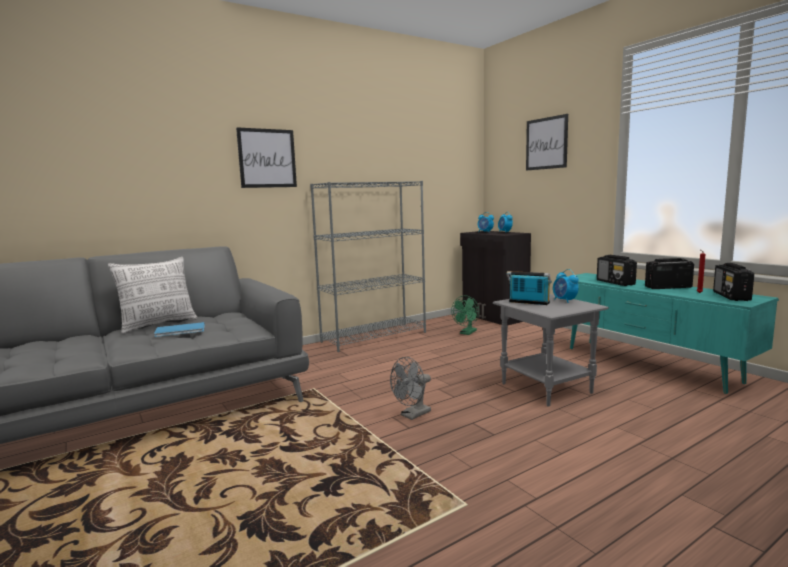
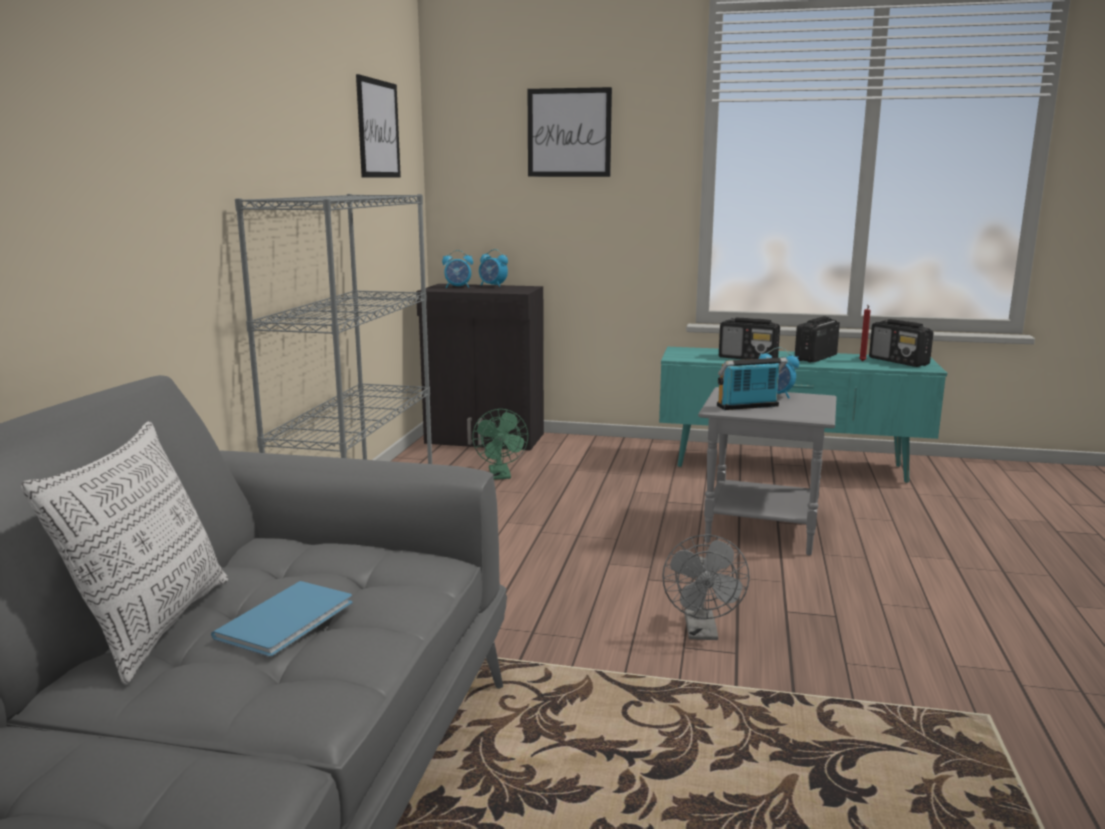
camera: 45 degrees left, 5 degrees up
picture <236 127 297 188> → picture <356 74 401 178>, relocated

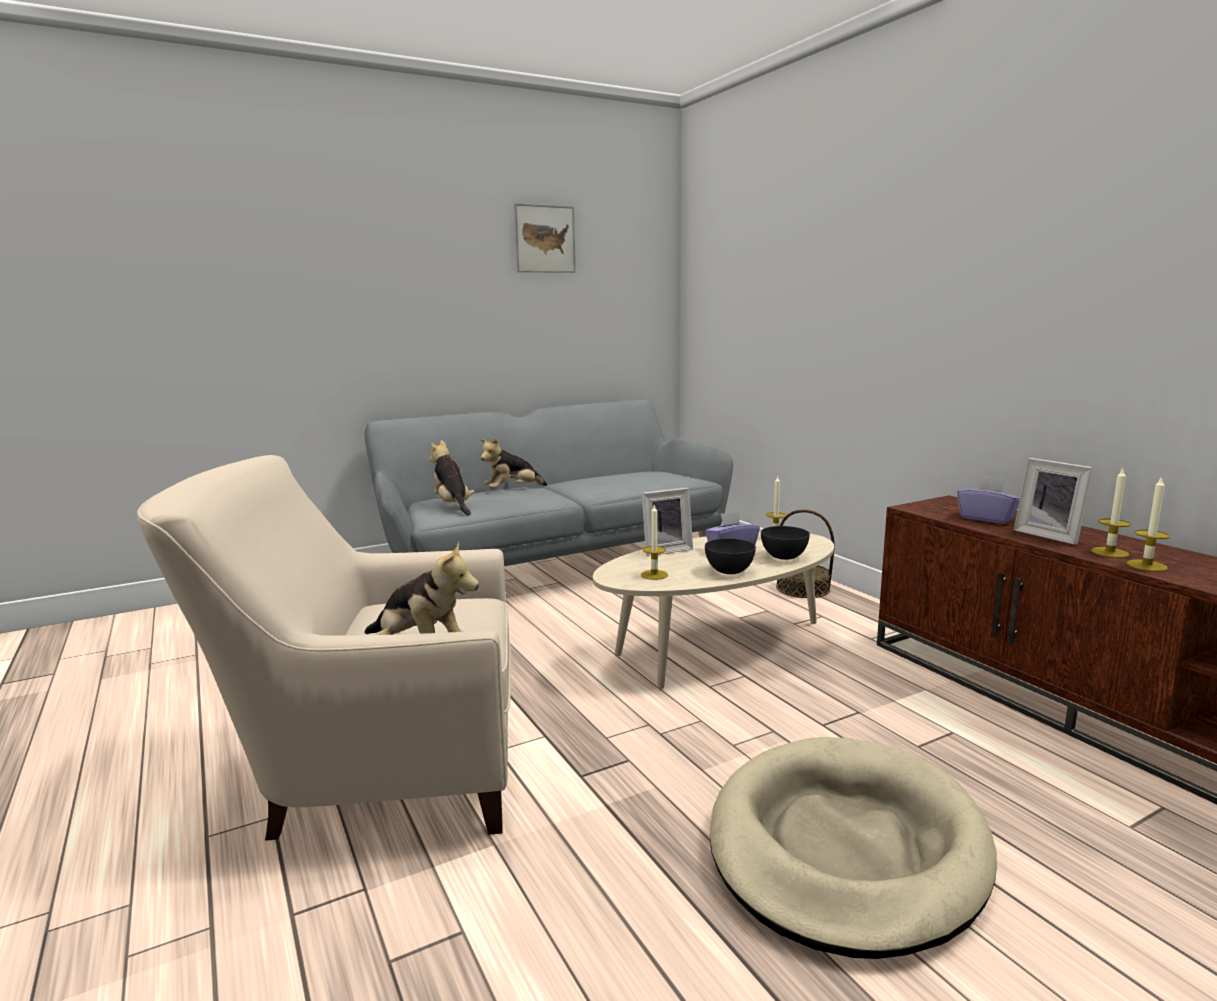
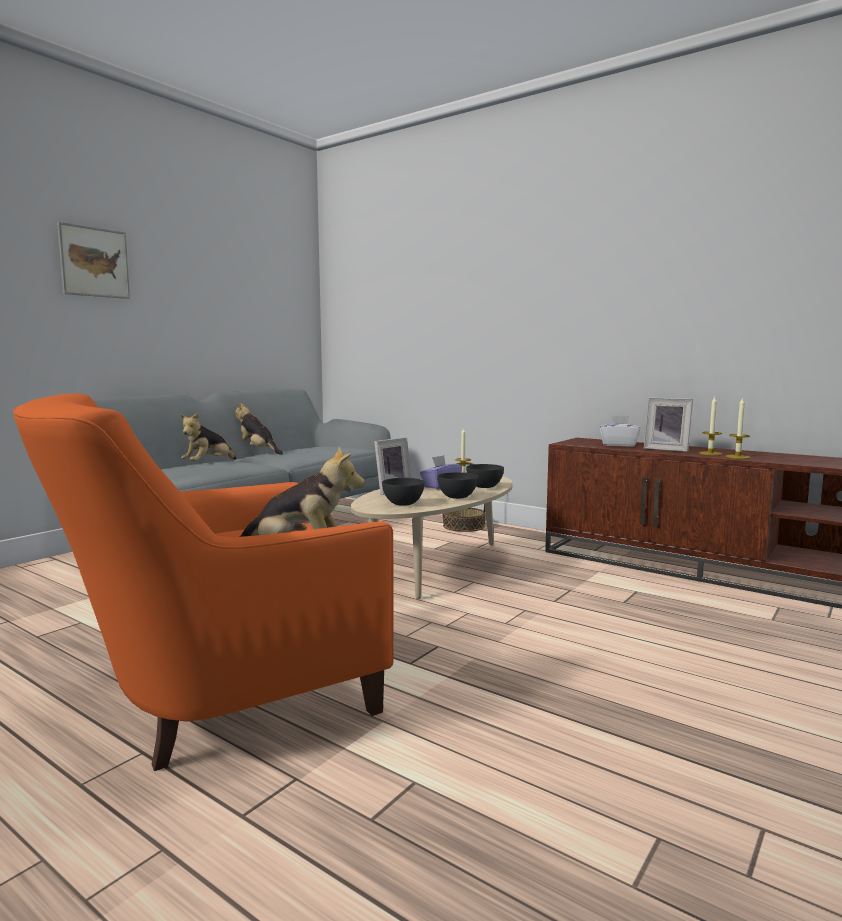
camera: 25 degrees left, 5 degrees down
beige dog bed <710 737 997 959> → -
plush toy <429 440 474 516> → plush toy <235 403 283 455>, relocated
picture <514 203 576 273> → picture <57 222 130 299>, relocated
candle <641 505 668 580> → grey bowl <382 478 425 506>
beige armchair <137 455 511 841> → orange armchair <13 393 394 771>
purple tissue box <957 476 1020 524> → white tissue box <600 416 640 447>

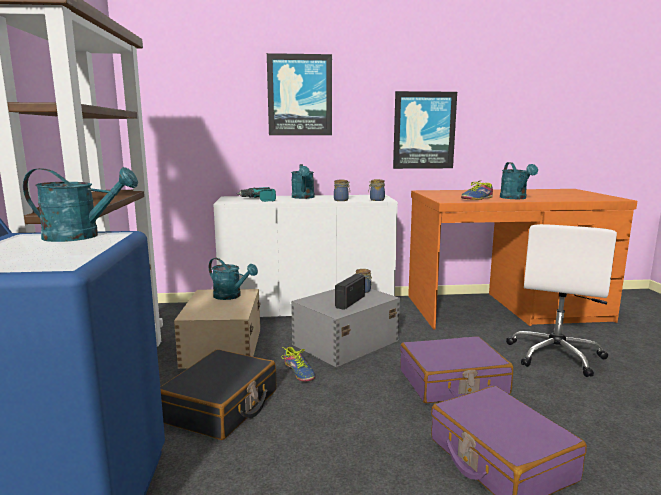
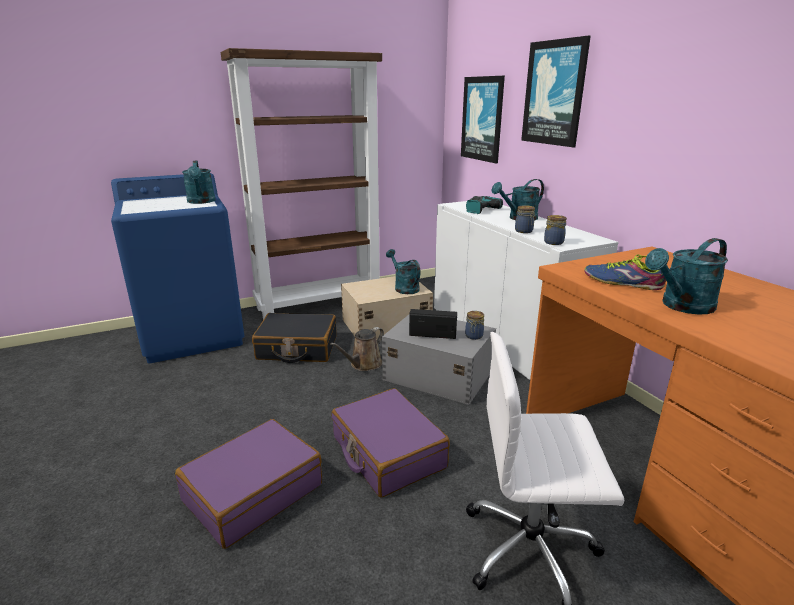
camera: 70 degrees right, 10 degrees up
picture <393 91 457 169> → picture <461 76 505 163>, relocated
shoe <282 347 315 382> → brown watering can <330 327 384 371>
turquoise watering can <209 258 258 300> → turquoise watering can <386 249 421 294>, 135 degrees clockwise

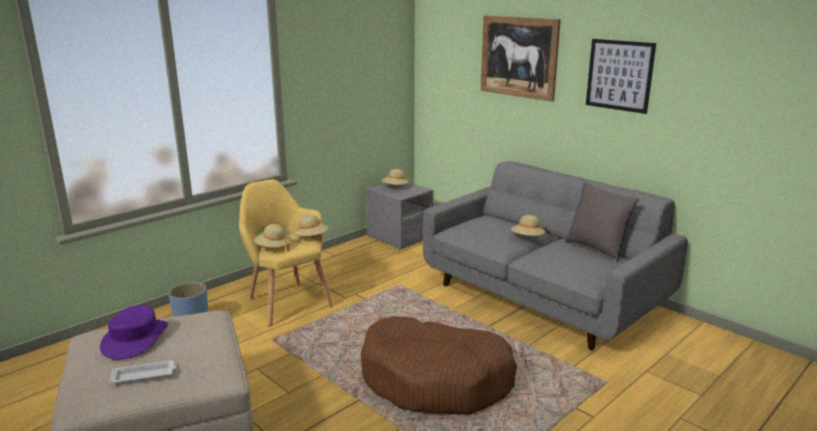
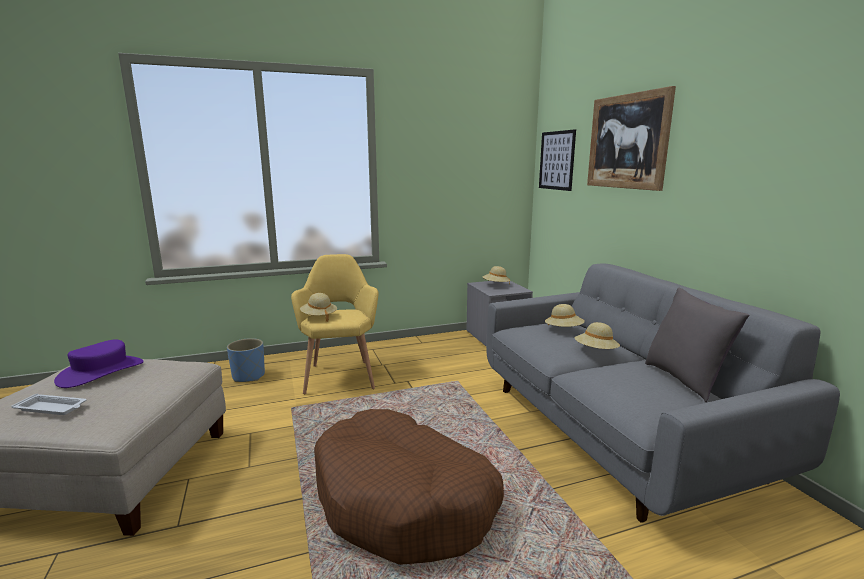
camera: 25 degrees right, 5 degrees down
beige hat <294 214 328 236> → beige hat <545 304 585 327>, relocated
picture <586 39 656 114> → picture <539 129 576 191>, relocated

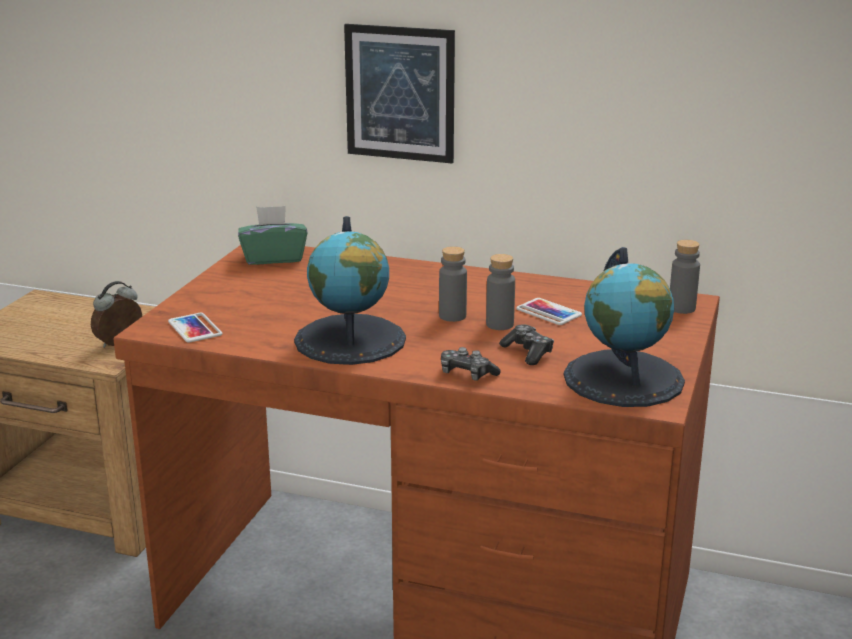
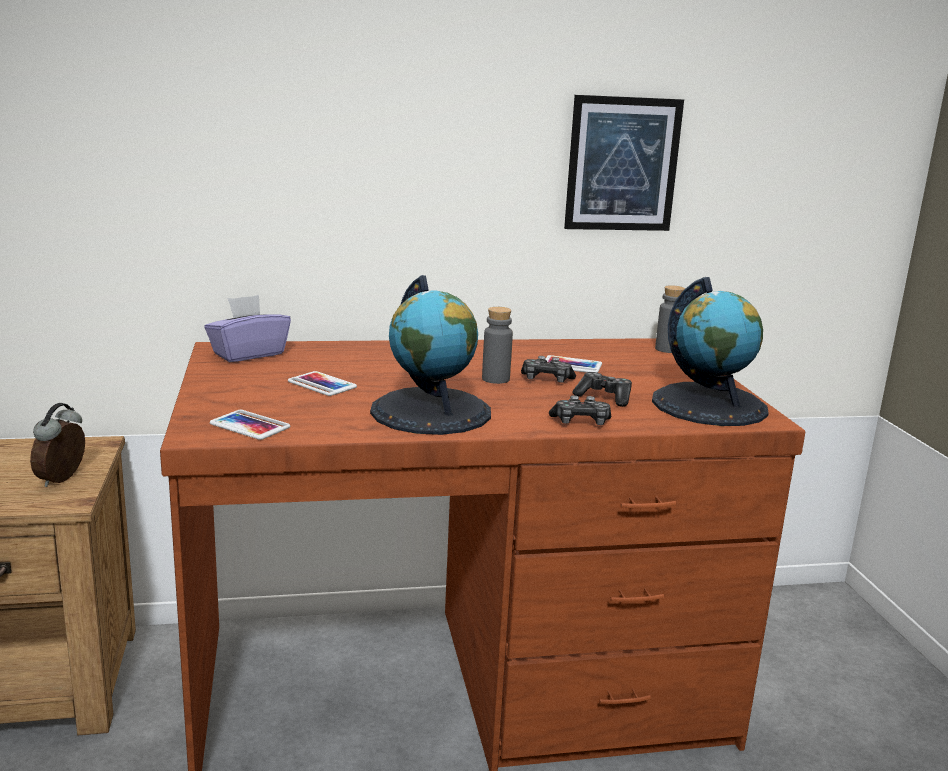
camera: 30 degrees left, 5 degrees down
- → phone <288 371 357 396>
picture <344 24 455 164> → picture <564 95 684 231>, relocated
grey bottle <486 254 515 330> → game controller <521 356 576 383>
green tissue box <238 206 308 265> → purple tissue box <204 295 291 362>

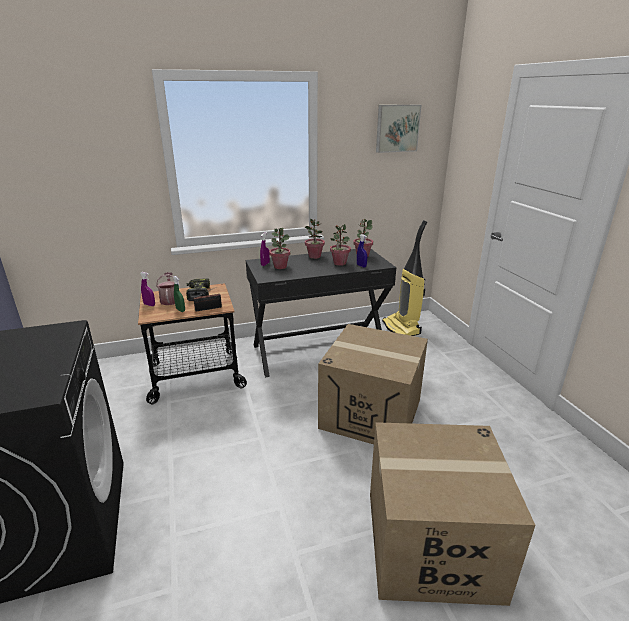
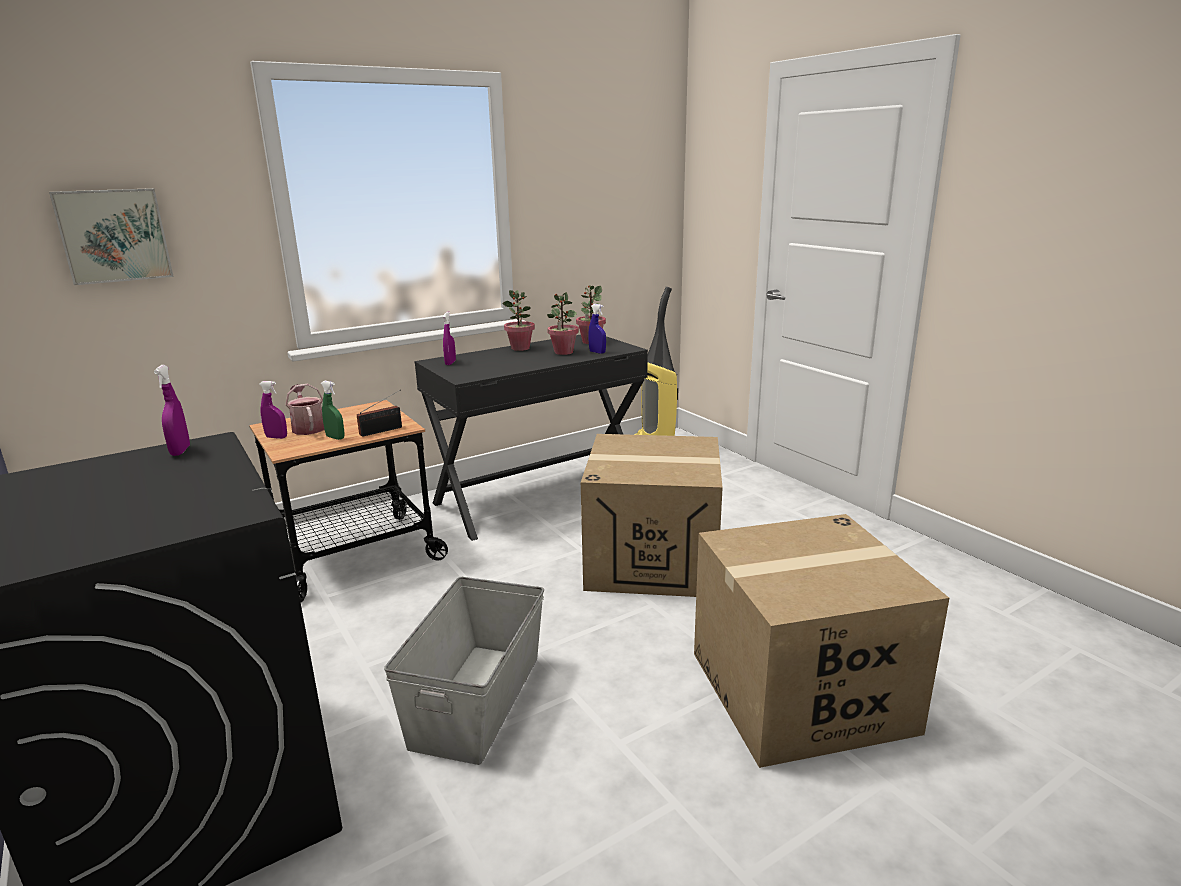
camera: 15 degrees left, 5 degrees down
power drill <186 279 210 301> → -
potted plant <269 228 290 269> → -
- → purple spray bottle <154 365 190 456>
- → grey storage box <384 577 544 765>
picture <376 105 421 153> → picture <49 188 174 285>, relocated

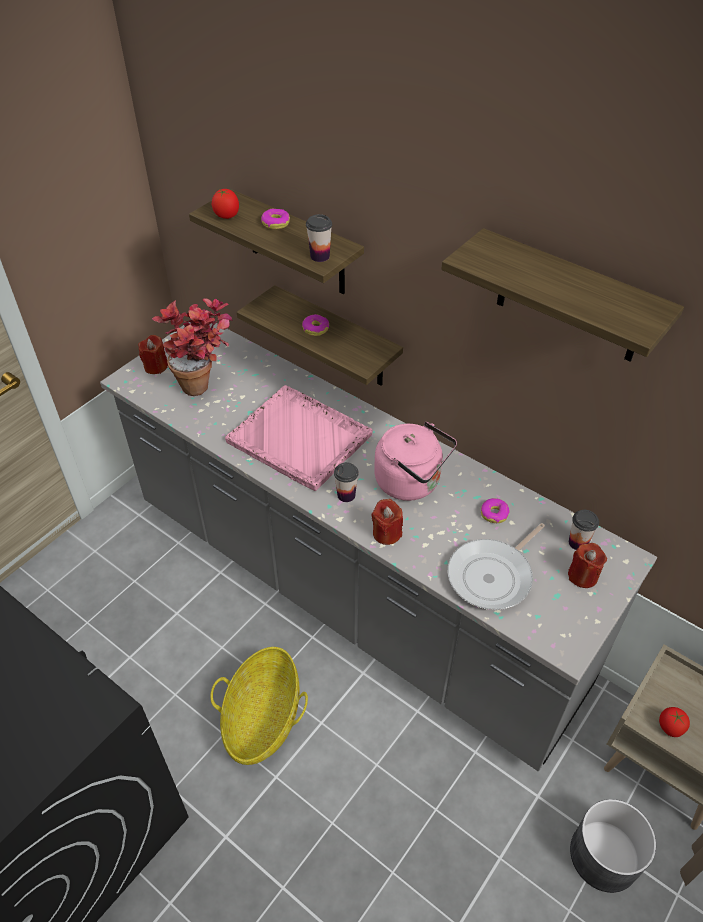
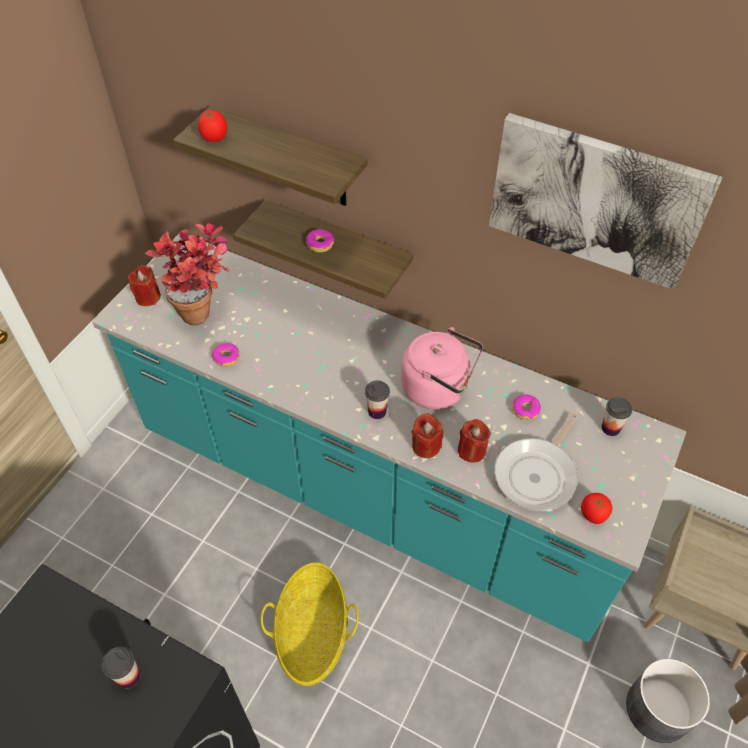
camera: 10 degrees left, 5 degrees up
pink tray <225 385 372 491> → -
donut <261 209 290 230> → donut <212 343 239 367>, relocated
cup <306 214 332 262> → cup <102 646 141 688>, relocated
red candle <568 543 607 588> → red candle <458 419 491 462>, relocated
tomato <659 707 690 737> → tomato <581 493 612 524>, relocated
shelf <441 228 684 362> → picture <489 113 722 290>
grey counter <100 322 657 772> → turquoise counter <92 233 686 642>

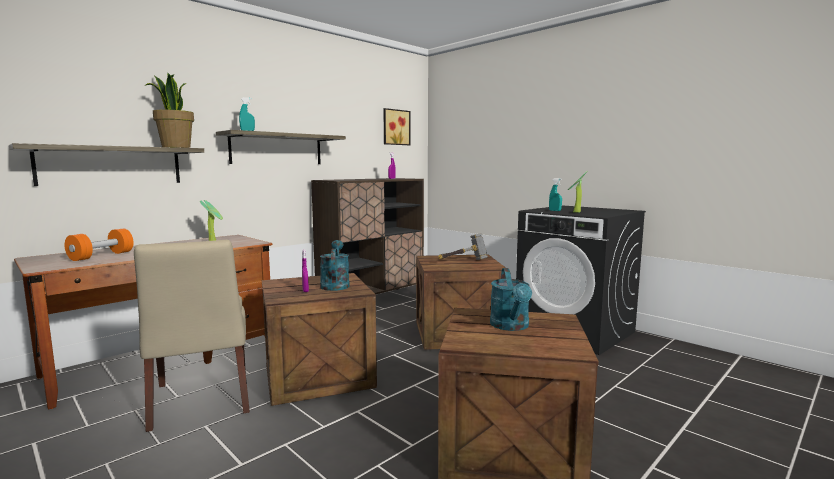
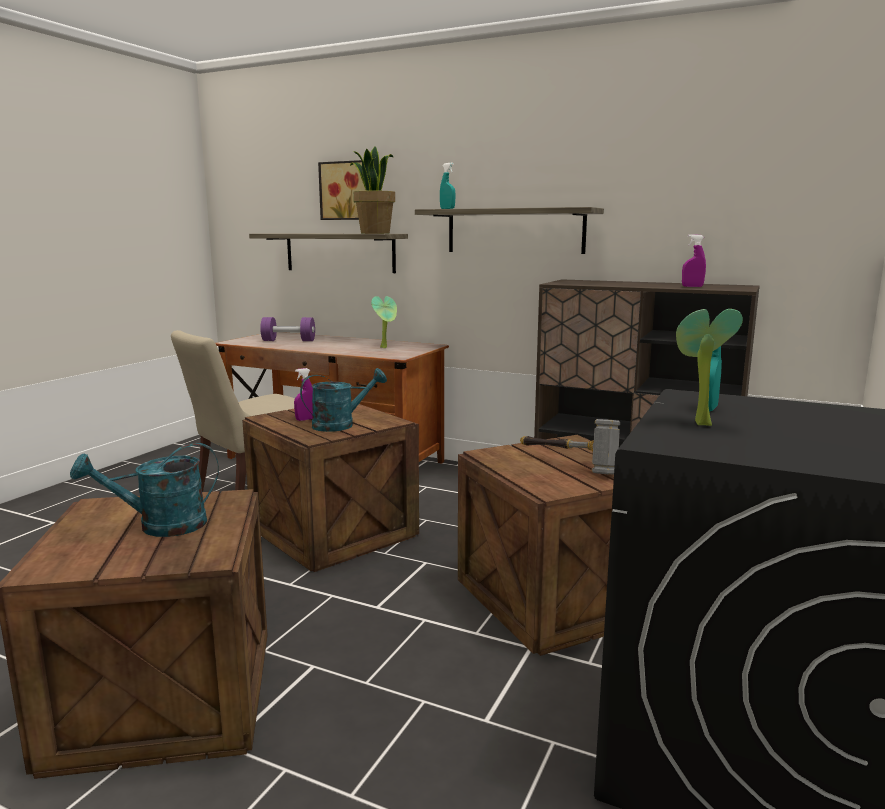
camera: 70 degrees right, 5 degrees up
picture <383 108 411 145> → picture <318 160 366 220>, relocated
orange dumbbell <65 229 133 261> → purple dumbbell <260 317 315 341>

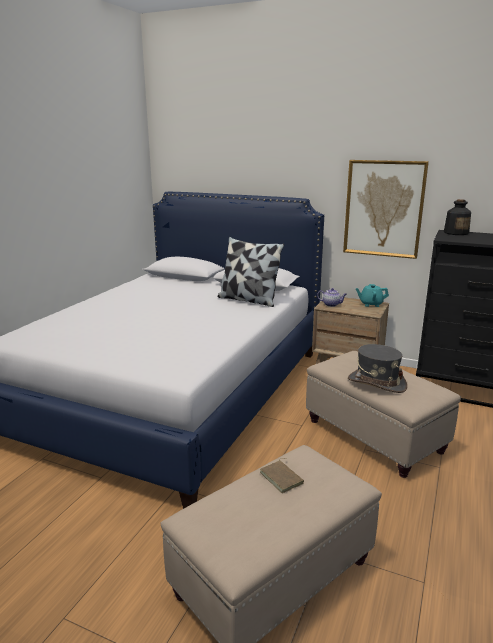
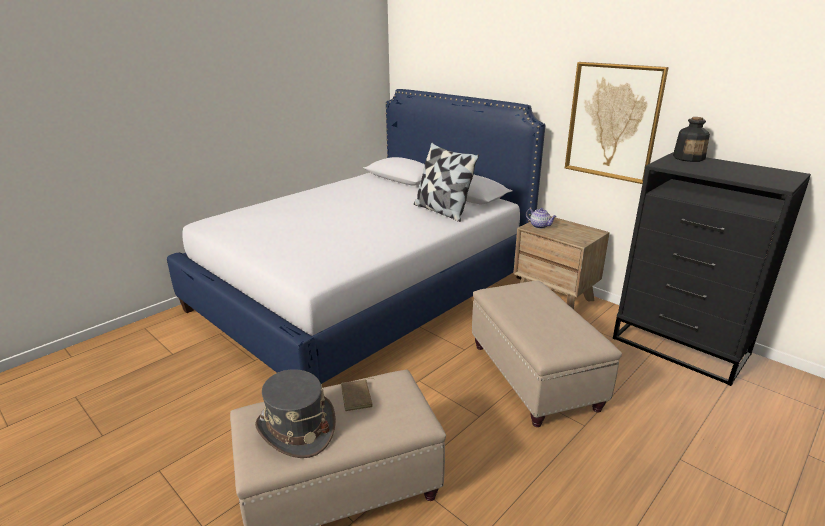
camera: 20 degrees right, 5 degrees up
turquoise teapot <356 284 389 307> → -
grey hat <348 344 407 393> → grey hat <255 369 336 458>, relocated

